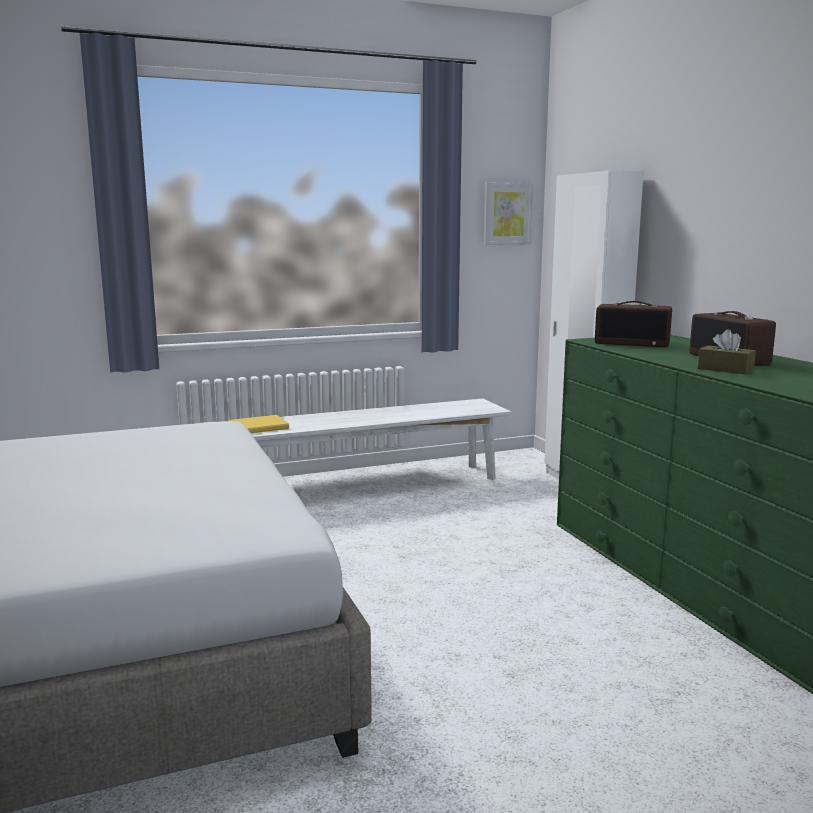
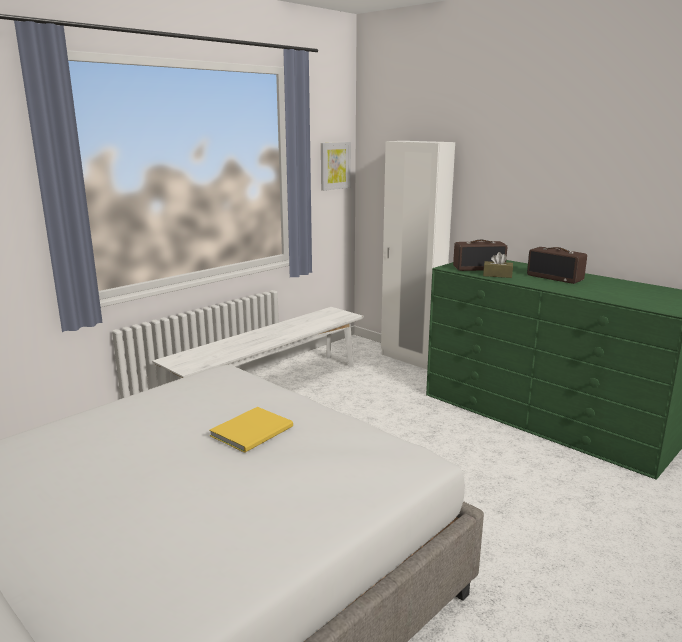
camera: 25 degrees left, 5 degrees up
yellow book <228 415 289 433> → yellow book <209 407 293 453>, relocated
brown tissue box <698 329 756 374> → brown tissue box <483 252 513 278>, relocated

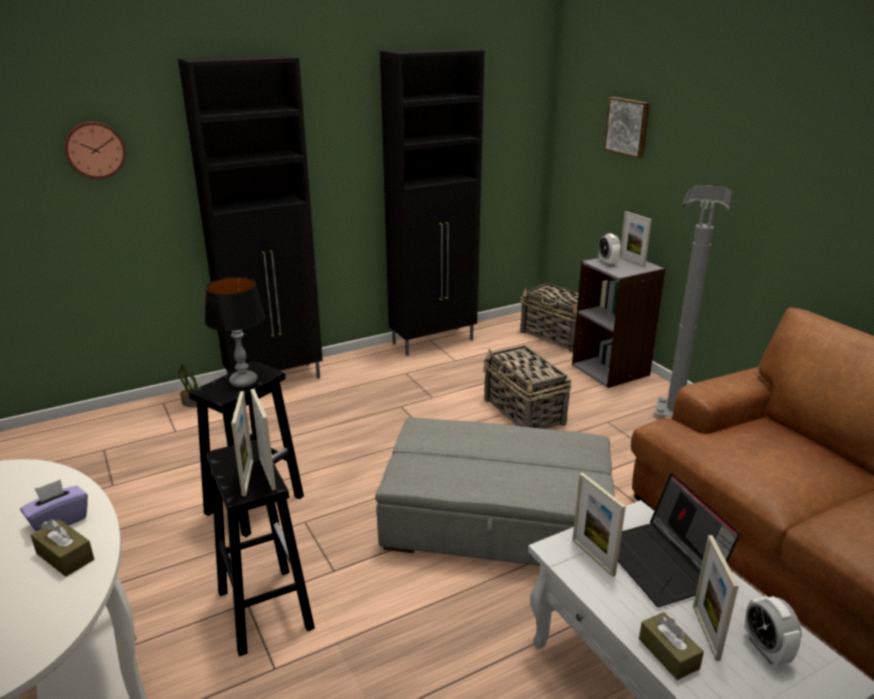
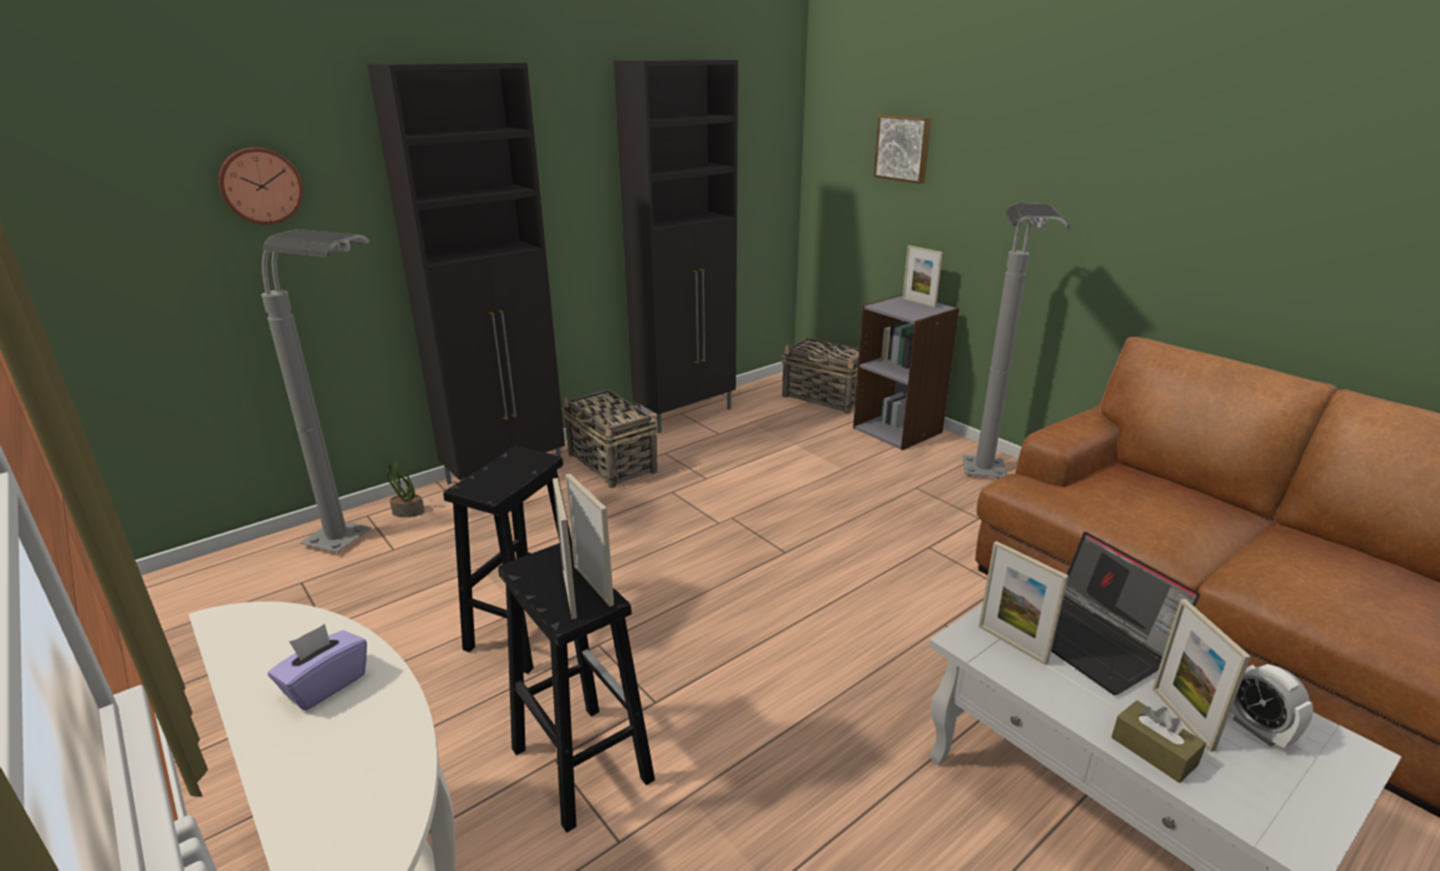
camera: 10 degrees left, 0 degrees up
brown tissue box <31 519 94 577> → -
table lamp <205 277 265 387> → -
grey ottoman <375 417 615 566> → -
alarm clock <598 233 621 266> → -
- → grey floor lamp <261 229 372 553>
basket <483 345 572 429> → basket <561 390 658 488>, relocated

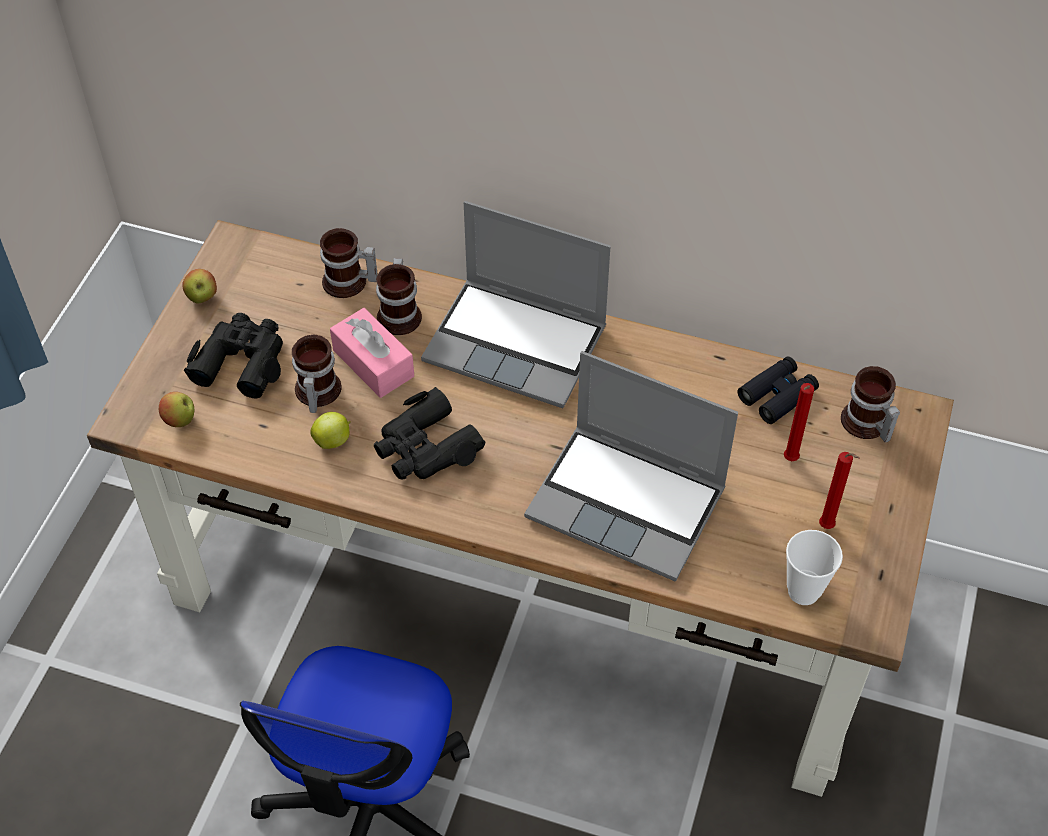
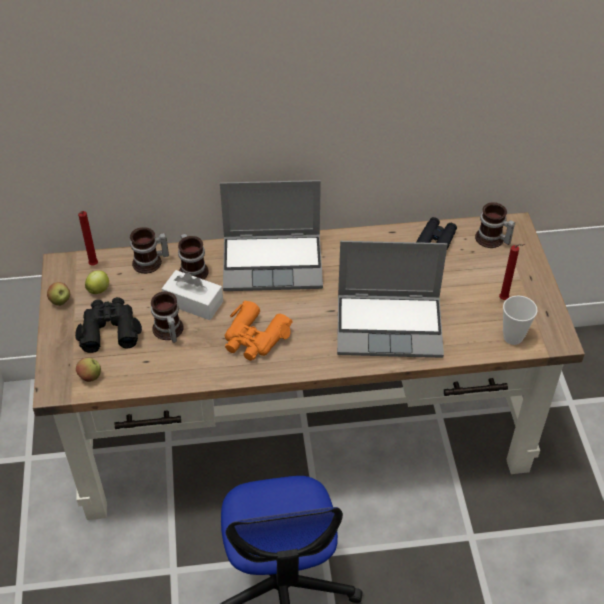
camera: 25 degrees left, 5 degrees down
apple <310 412 351 449> → apple <85 270 109 294>, relocated
red candle <784 383 814 461> → red candle <78 211 98 266>, relocated
pink tissue box <330 308 414 398> → white tissue box <162 270 223 320>
black binoculars <374 387 485 479> → orange binoculars <225 300 293 361>

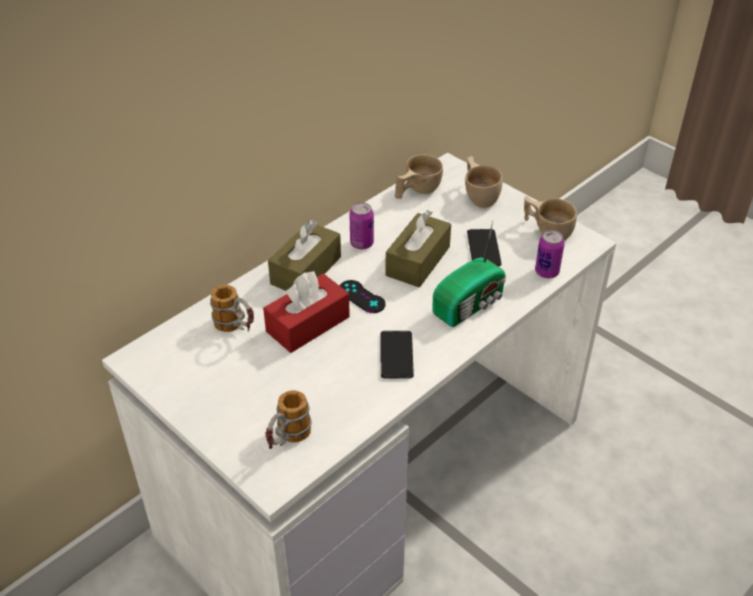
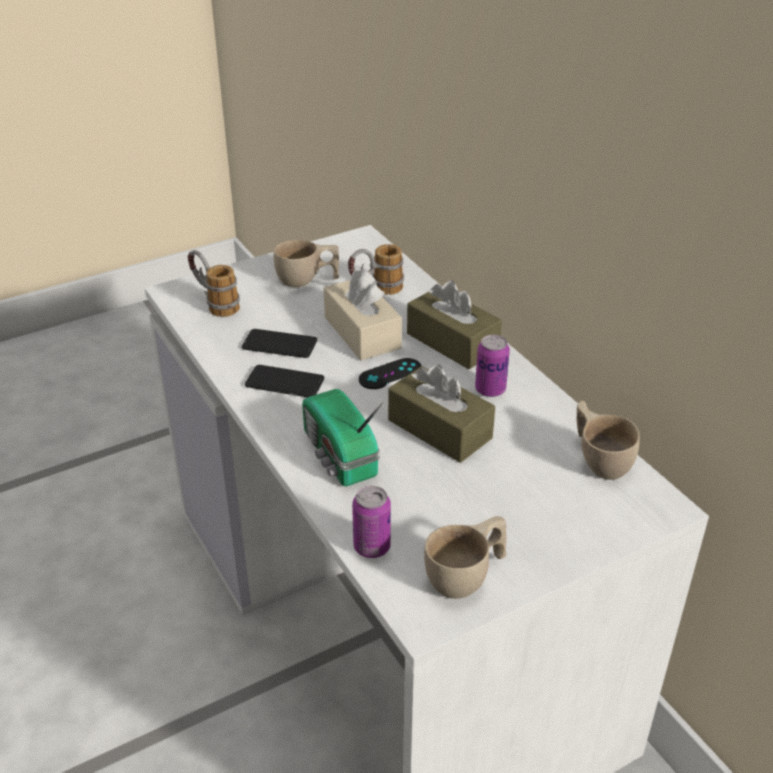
camera: 105 degrees right, 5 degrees down
beige cup <465 156 503 208> → beige cup <274 240 339 287>, relocated
phone <467 229 502 266> → phone <242 329 317 358>, relocated
red tissue box <263 271 350 353> → beige tissue box <324 268 402 360>

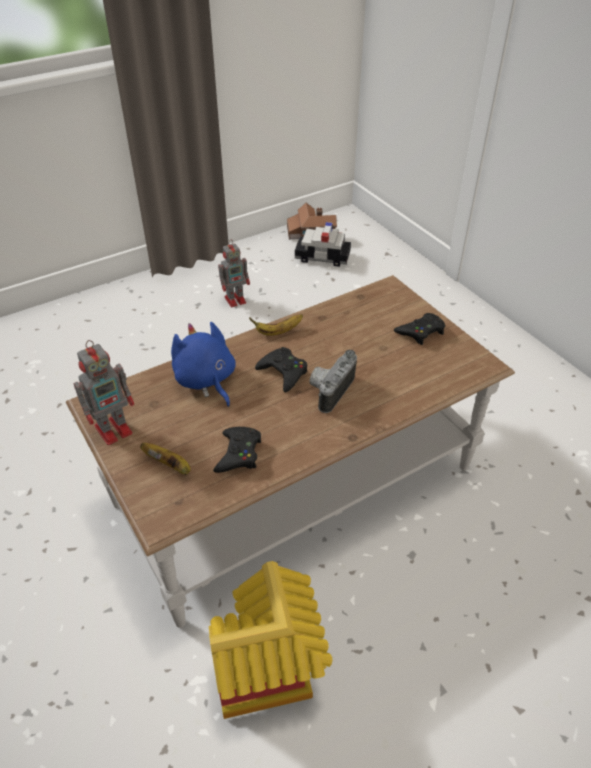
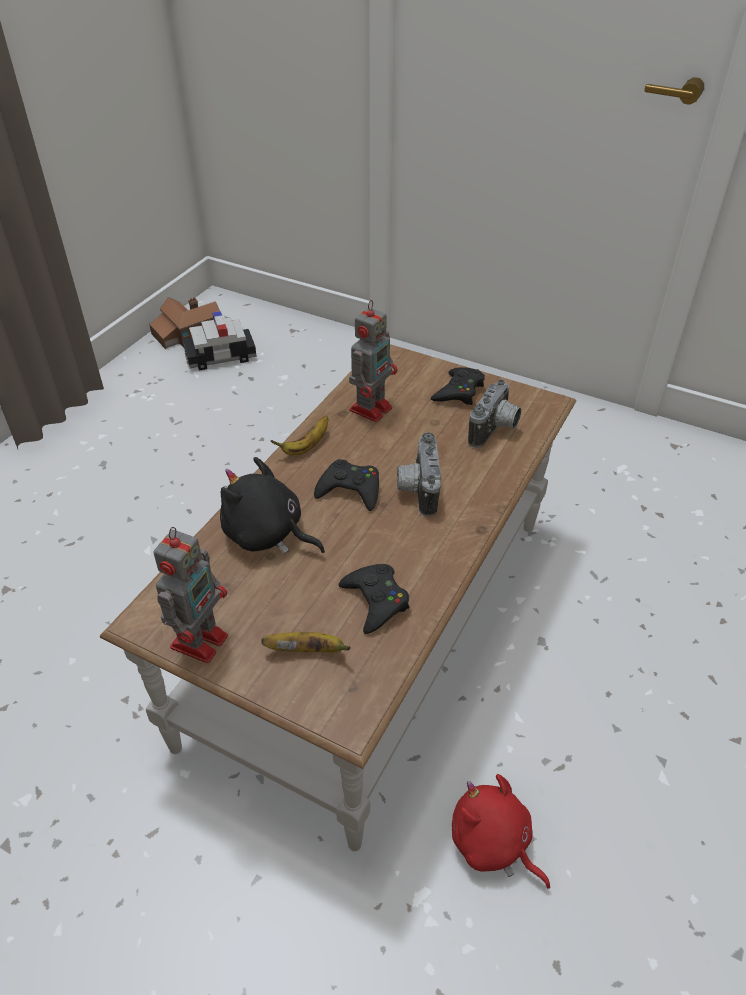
camera: 30 degrees left, 0 degrees up
- → photo camera <468 379 521 448>
toy robot <218 239 250 307> → toy robot <349 300 397 422>, relocated
toy house <209 561 332 719> → red plush toy <452 774 550 889>
blue plush toy <171 322 236 407> → black plush toy <220 457 325 554>

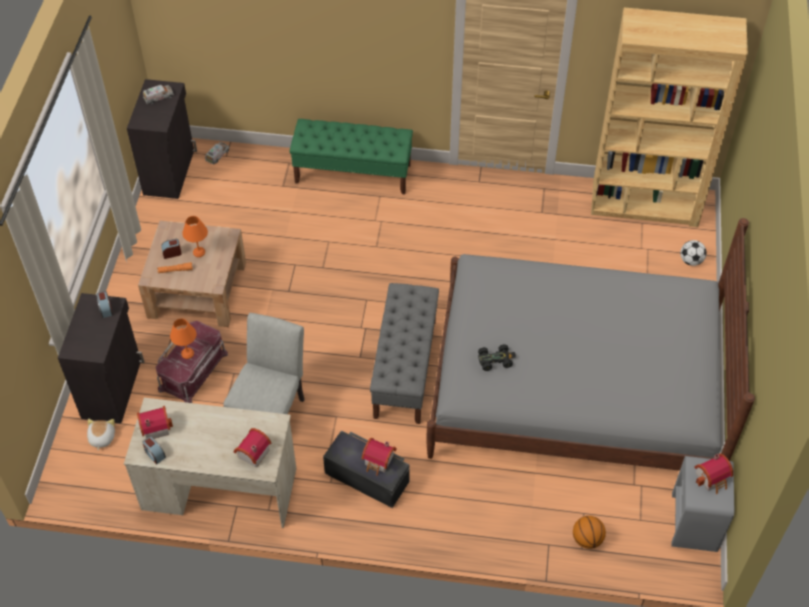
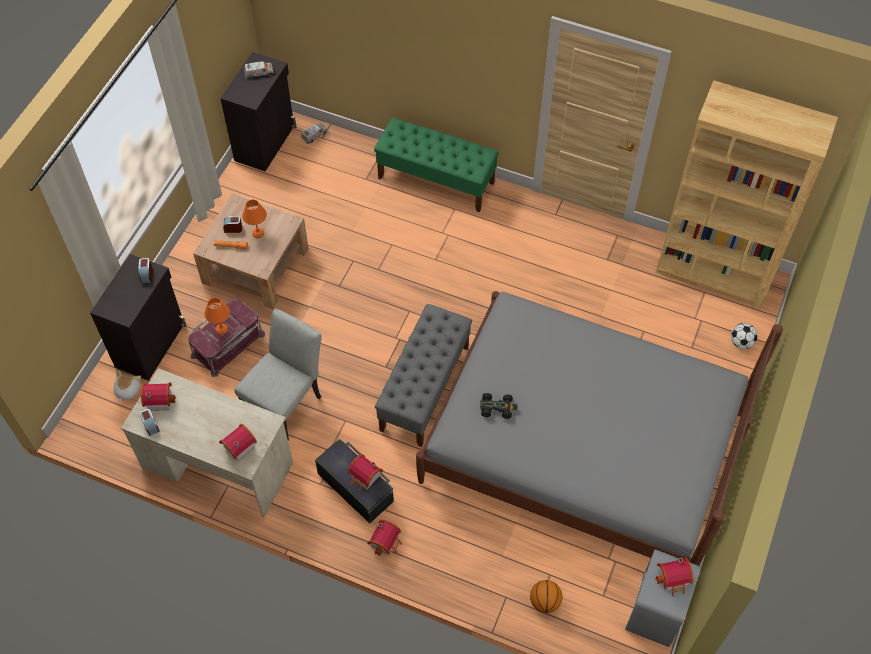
camera: 15 degrees right, 5 degrees up
- → toy house <367 520 402 556>

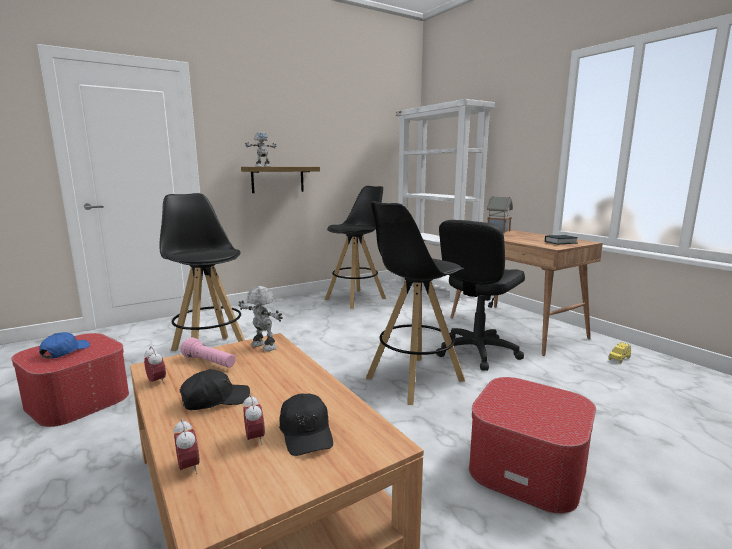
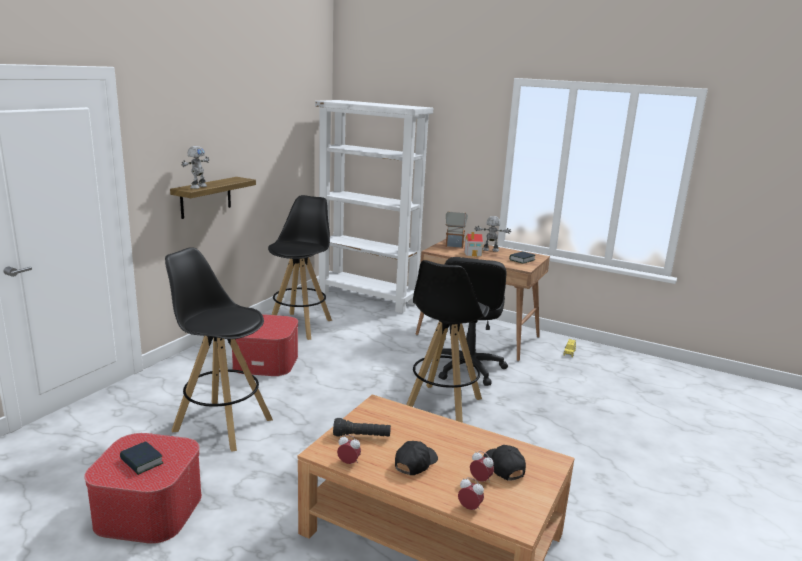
camera: 30 degrees left, 5 degrees up
- → toy house <464 232 483 257>
toy robot <238 286 283 351> → toy robot <474 216 511 252>, relocated
ottoman <469 377 596 514> → ottoman <232 314 298 376>, relocated
blue cap <39 332 90 358> → book <120 441 163 475>
pink flashlight <181 337 236 368> → black flashlight <333 418 391 436>
black cap <279 394 333 456> → black cap <483 445 526 481>, 150 degrees counterclockwise

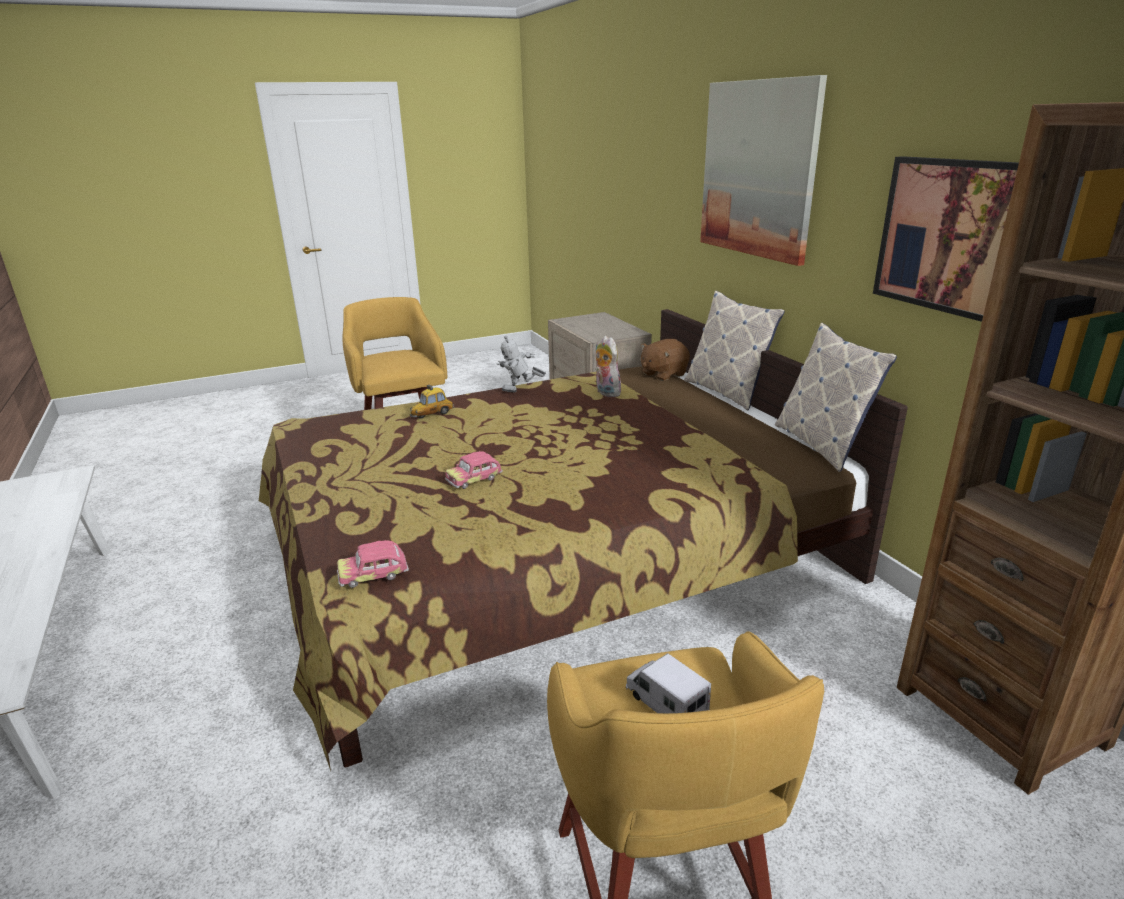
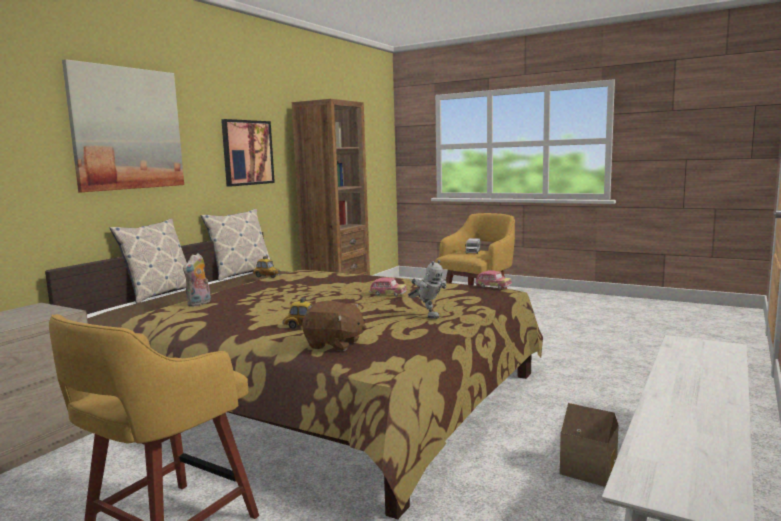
camera: 125 degrees left, 15 degrees down
- → toy car <252 256 280 278>
- → toy house <560 403 619 487>
toy robot <497 336 546 393> → toy robot <408 260 447 319>, relocated
brown plush toy <641 339 690 381> → brown plush toy <302 301 367 351>, relocated

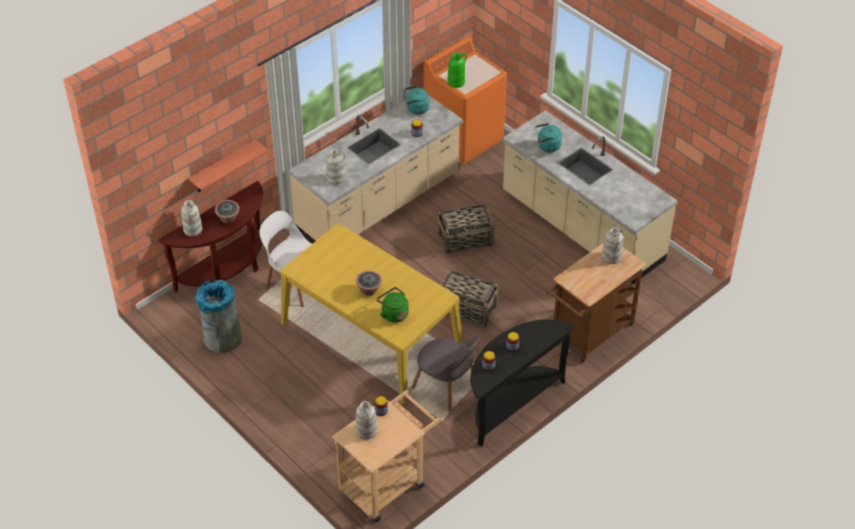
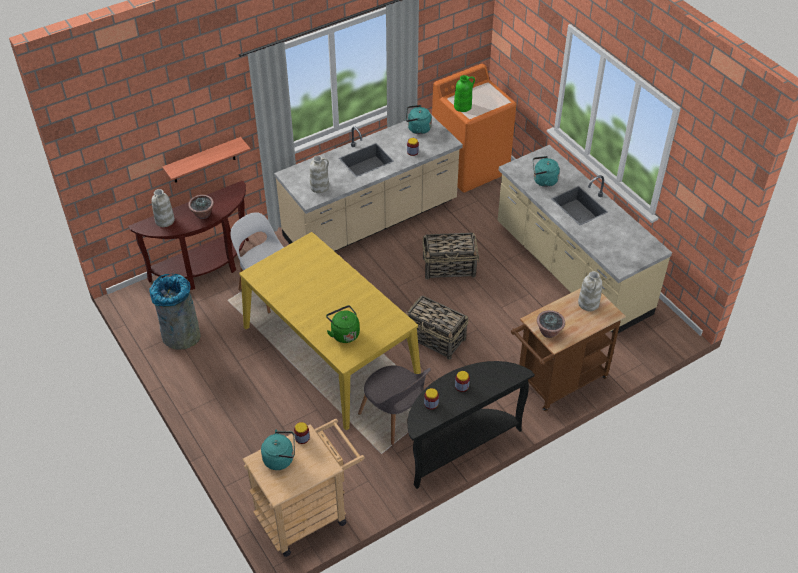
camera: 10 degrees right, 0 degrees up
potted plant <356 271 382 296> → potted plant <537 310 565 338>, relocated
white vase <356 401 377 439> → turquoise kettle <261 429 295 470>

